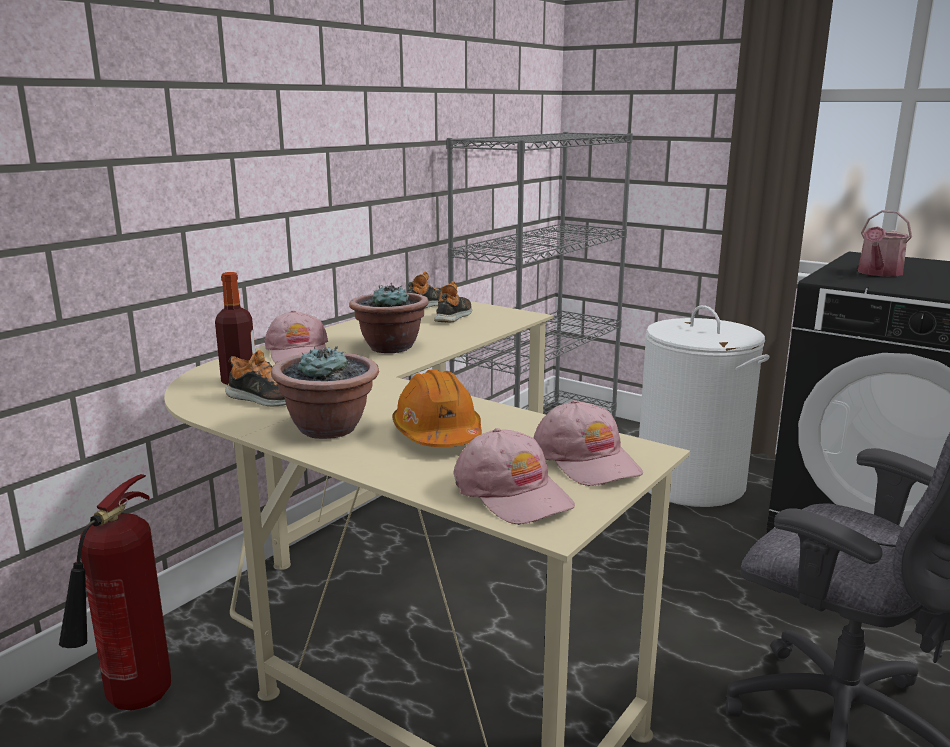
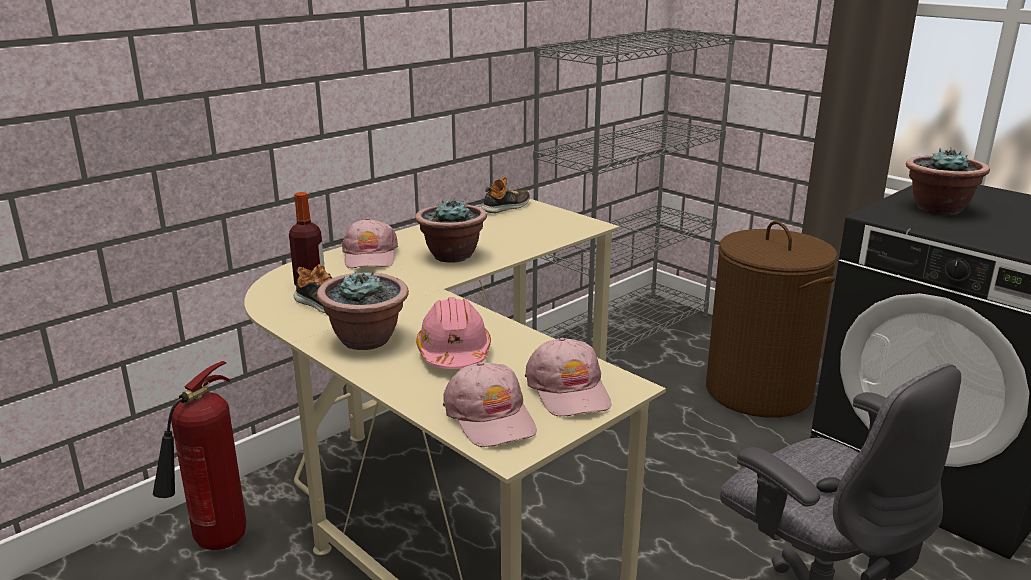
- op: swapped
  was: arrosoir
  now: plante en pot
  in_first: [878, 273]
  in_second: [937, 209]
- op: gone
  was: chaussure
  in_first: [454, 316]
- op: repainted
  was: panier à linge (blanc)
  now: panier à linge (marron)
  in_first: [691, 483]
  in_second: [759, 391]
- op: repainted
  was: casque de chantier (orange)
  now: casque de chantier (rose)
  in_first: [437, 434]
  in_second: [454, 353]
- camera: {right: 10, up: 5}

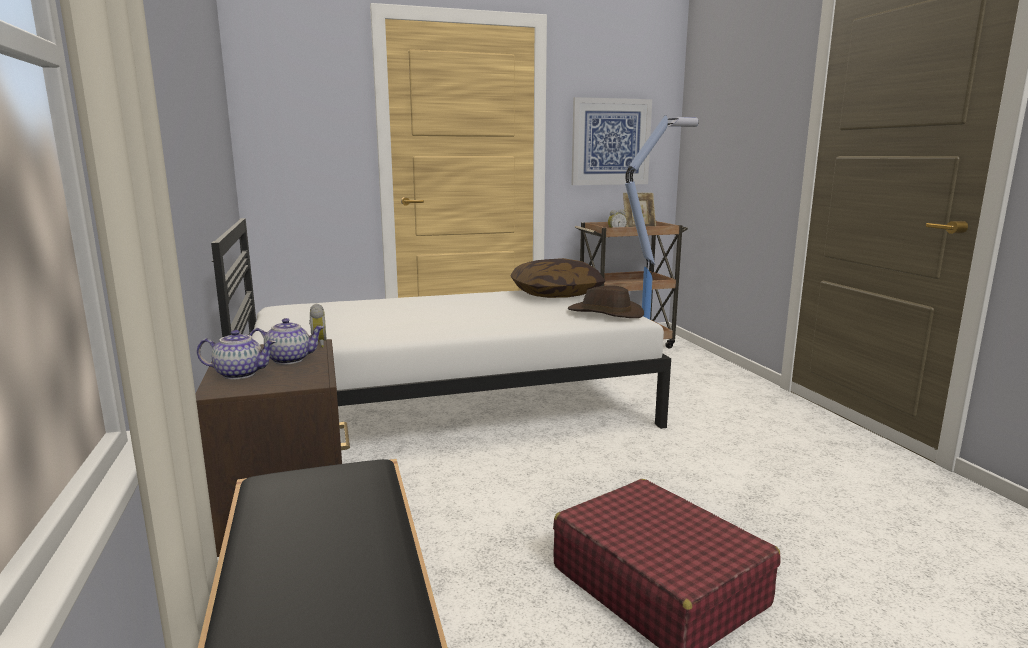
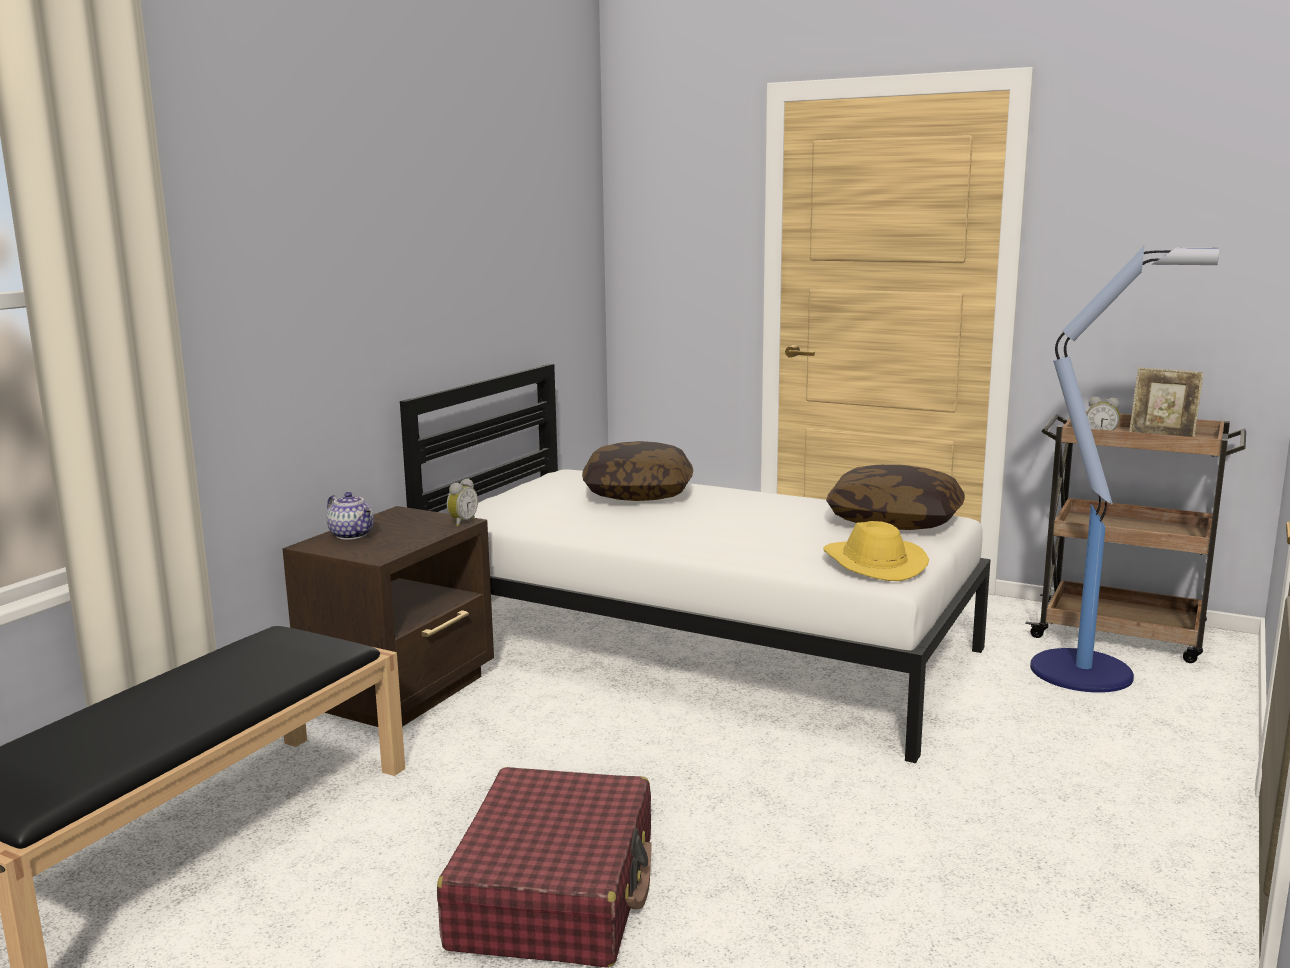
- op: gone
  was: tableau
  in_first: [610, 142]
- op: repainted
  was: chapeau (marron)
  now: chapeau (jaune)
  in_first: [605, 313]
  in_second: [872, 563]
- op: gone
  was: théière
  in_first: [289, 359]
- op: new
  now: coussin
  in_second: [638, 493]
- camera: {right: 45, up: 0}

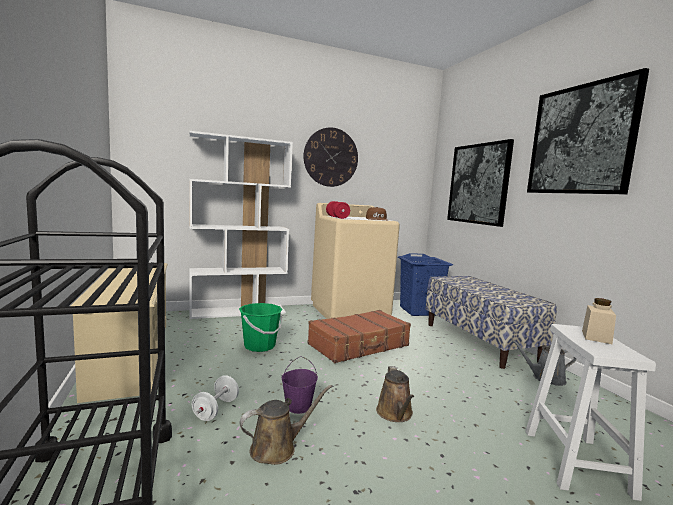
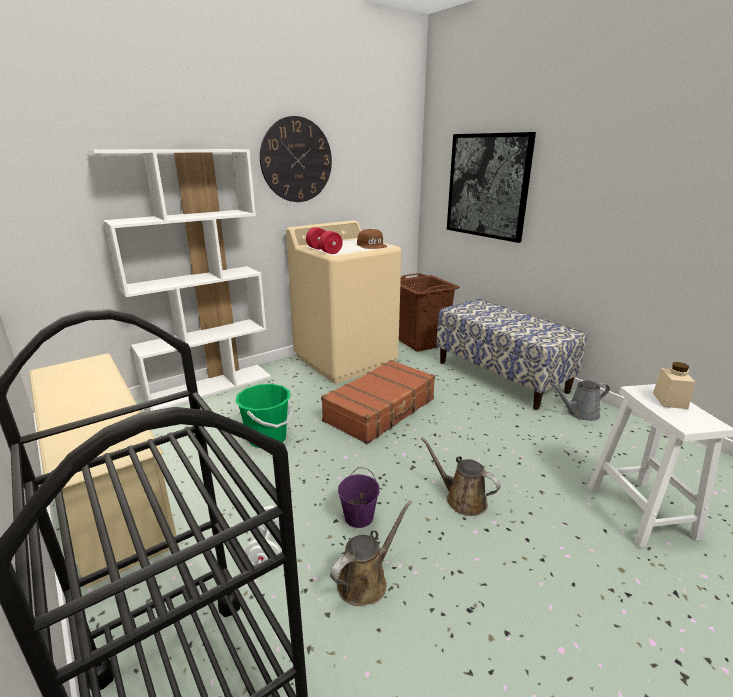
- op: gone
  was: tableau
  in_first: [580, 140]
- op: repainted
  was: panier à linge (bleu)
  now: panier à linge (marron)
  in_first: [419, 311]
  in_second: [421, 343]
- op: rotated
  was: arrosoir (marron)
  in_first: [395, 414]
  in_second: [462, 499]
  clockwise: 150
- camera: {right: -15, up: 15}

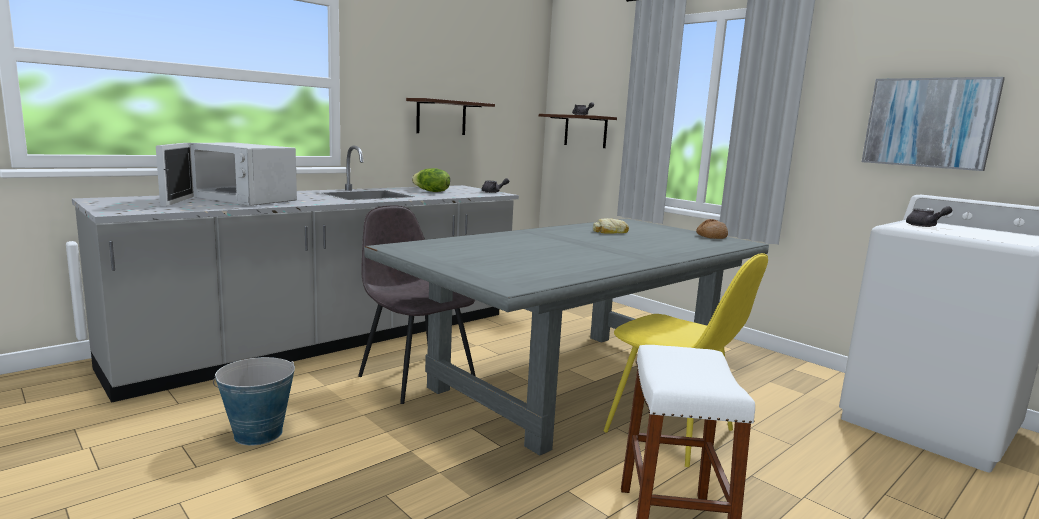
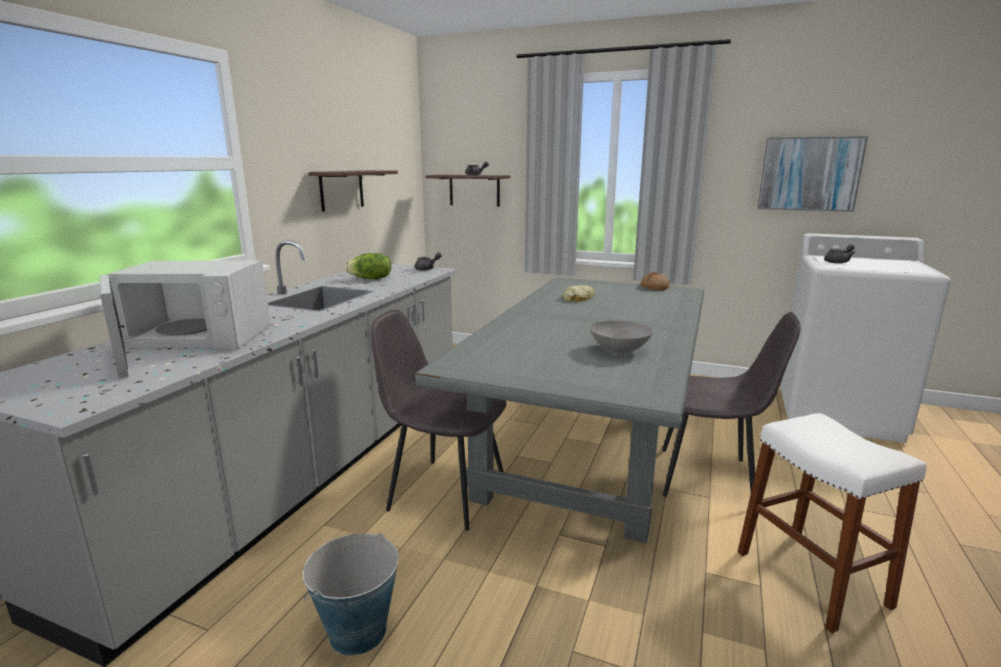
- op: repainted
  was: chaise (jaune)
  now: chaise (gris)
  in_first: [672, 432]
  in_second: [708, 478]
- op: new
  now: bol (gris)
  in_second: [619, 350]
- camera: {right: -25, up: 5}

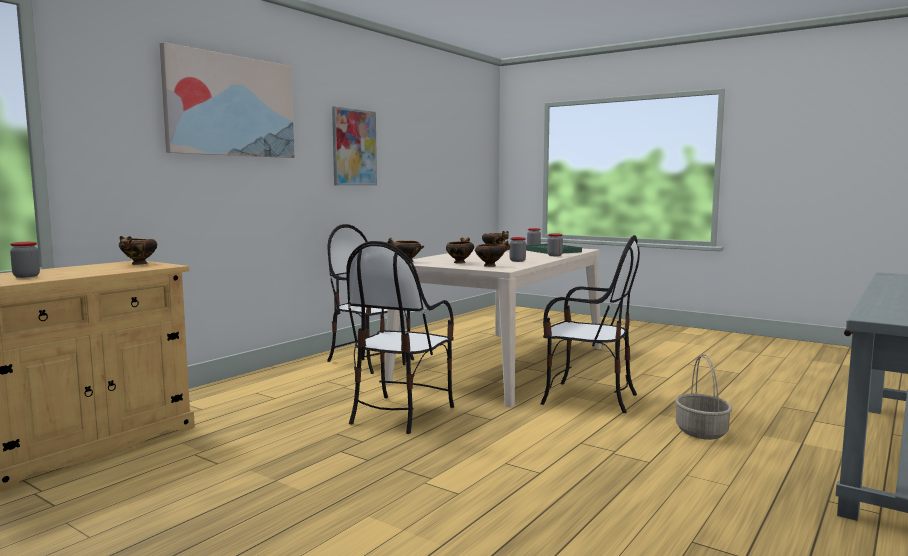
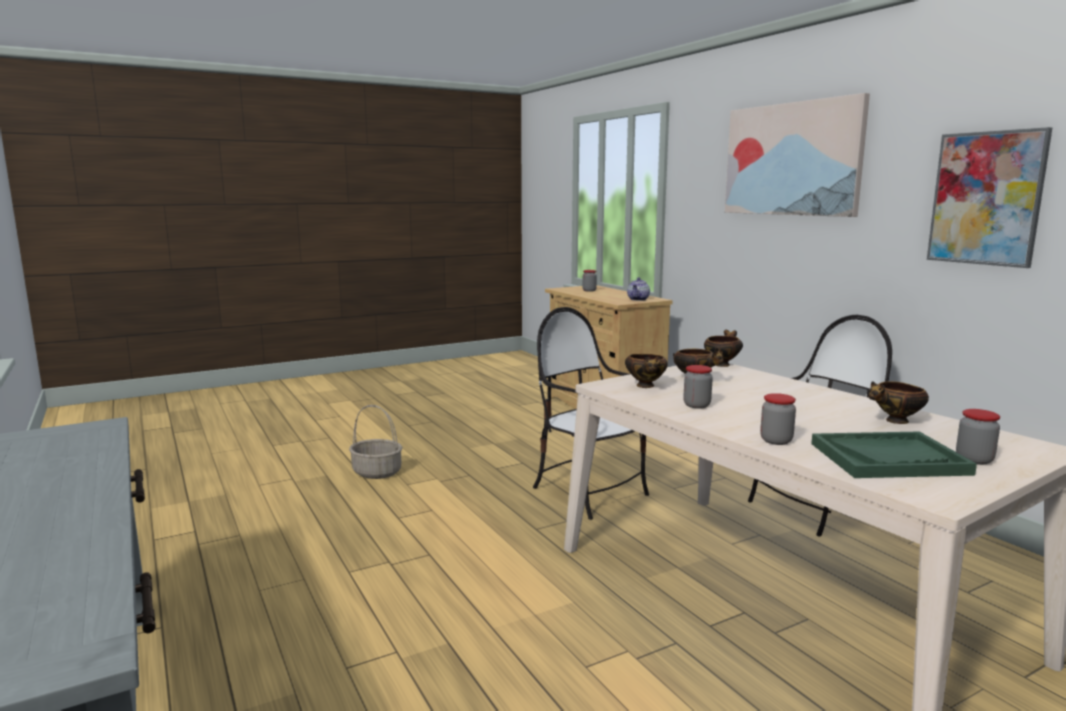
- op: gone
  was: chaise
  in_first: [588, 398]
- op: swapped
  was: bol
  now: théière
  in_first: [139, 264]
  in_second: [638, 299]
- op: shifted
  was: panier
  in_first: [702, 432]
  in_second: [376, 472]
- camera: {right: 115, up: 5}

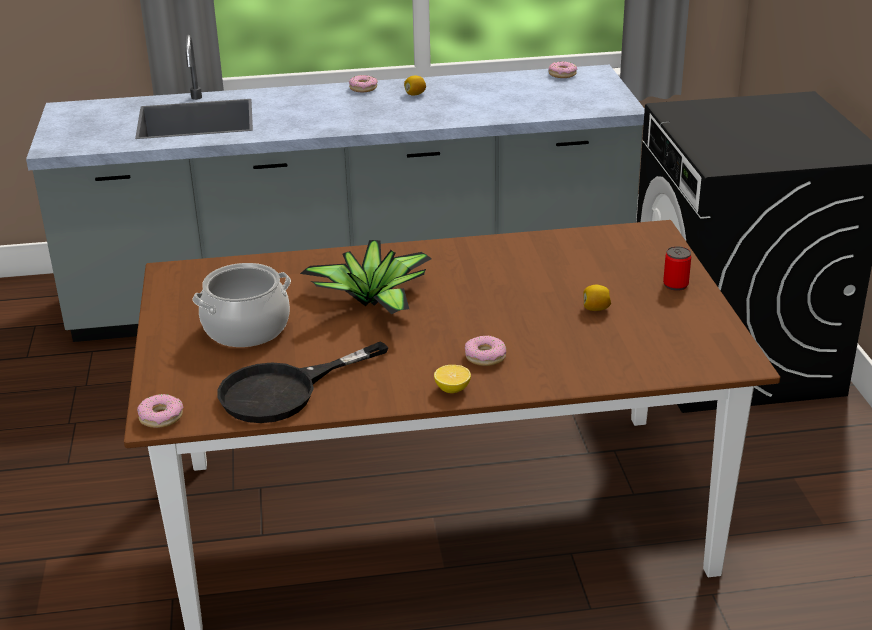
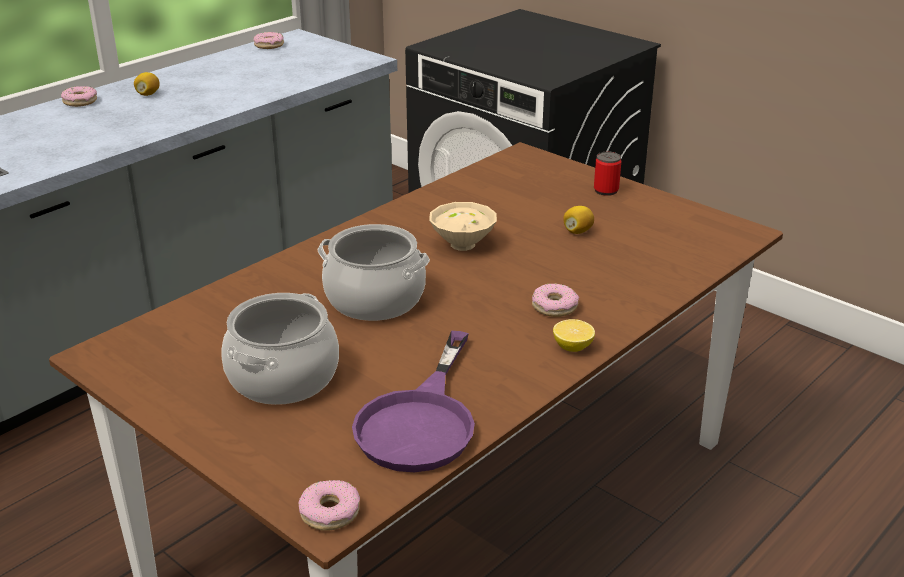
- op: swapped
  was: plante en pot
  now: marmite
  in_first: [373, 301]
  in_second: [375, 299]
- op: repainted
  was: poêle (noir)
  now: poêle (violet)
  in_first: [284, 391]
  in_second: [421, 421]
- op: new
  now: bol (beige)
  in_second: [463, 245]
- camera: {right: -40, up: 0}

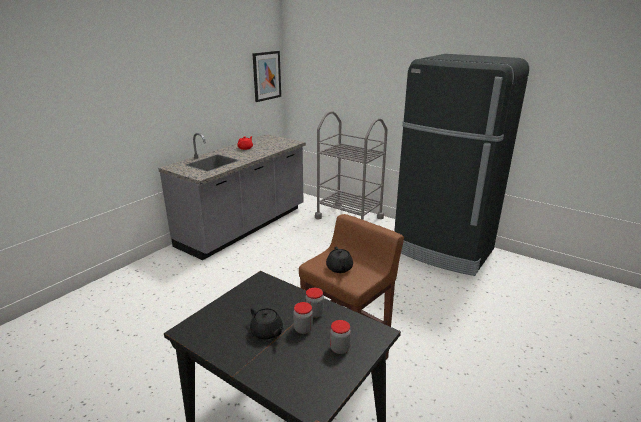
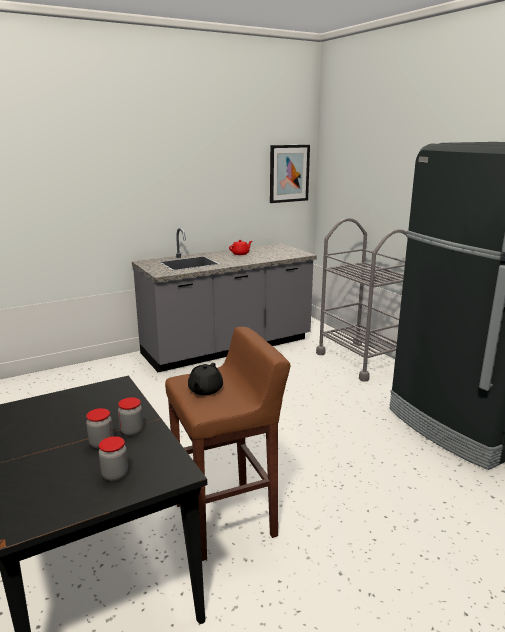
- op: gone
  was: théière (noir)
  in_first: [267, 332]
- camera: {right: 25, up: -5}

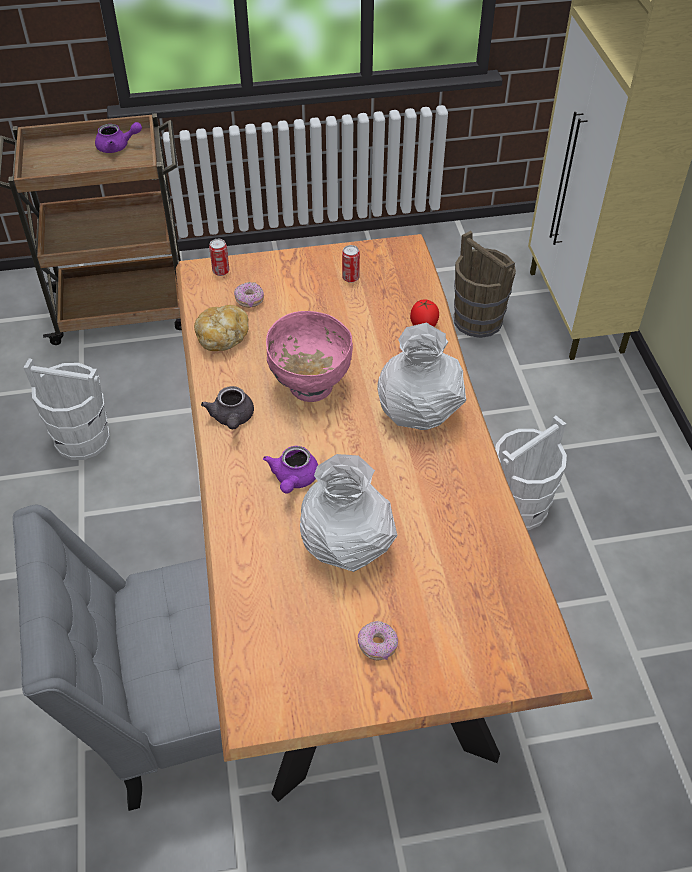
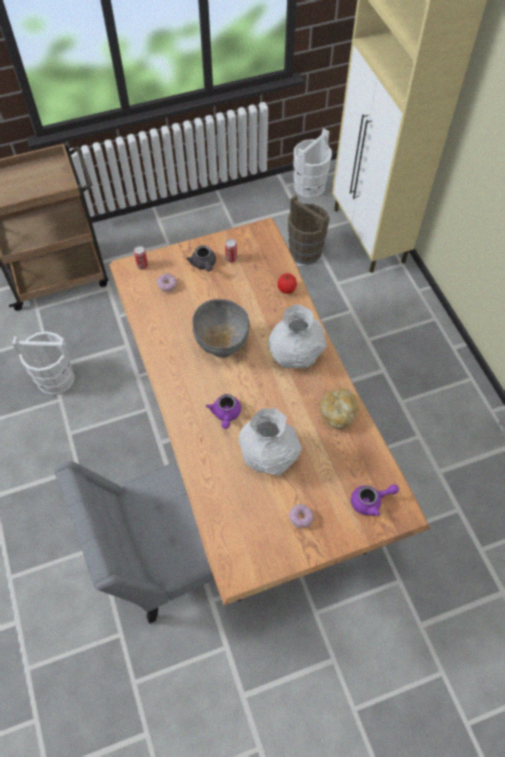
- op: shifted
  was: théière (violet)
  in_first: [117, 147]
  in_second: [370, 501]
- op: shifted
  was: pain
  in_first: [223, 338]
  in_second: [338, 413]
- op: repainted
  was: bol (rose)
  now: bol (gris)
  in_first: [310, 387]
  in_second: [222, 346]
- op: shifted
  was: théière (gris)
  in_first: [232, 419]
  in_second: [204, 265]
- op: shifted
  was: seau (blanc)
  in_first: [519, 506]
  in_second: [309, 186]
- camera: {right: -10, up: 10}

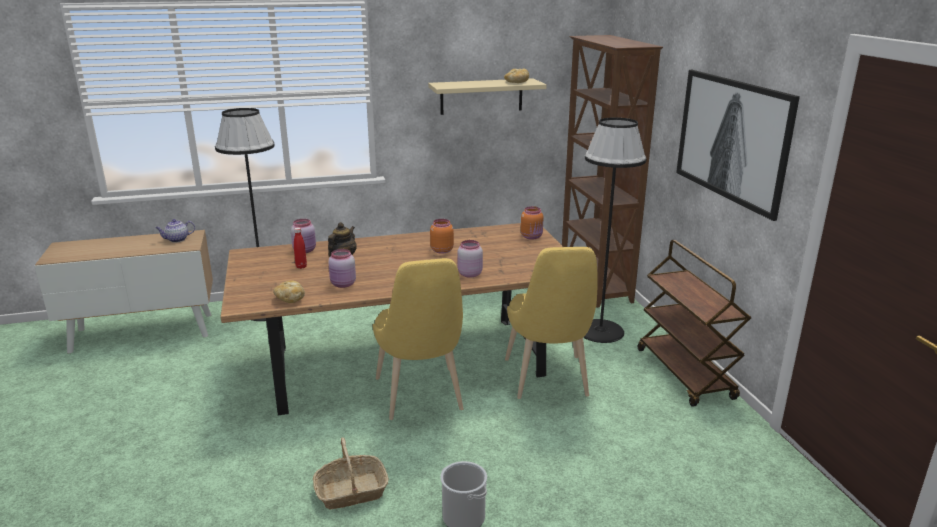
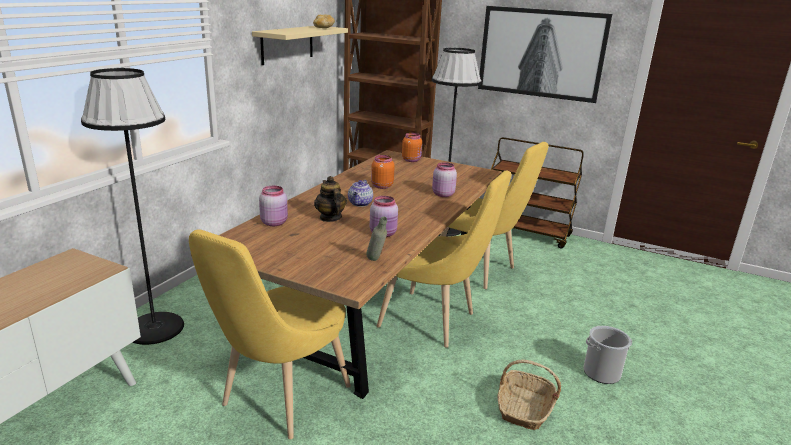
- op: shifted
  was: théière
  in_first: [177, 240]
  in_second: [360, 204]
- op: gone
  was: bouteille (rouge)
  in_first: [301, 267]
- op: swapped
  was: pain
  now: bouteille (gris)
  in_first: [290, 299]
  in_second: [376, 261]
- op: new
  now: chaise (jaune)
  in_second: [280, 400]
- camera: {right: -50, up: 0}

